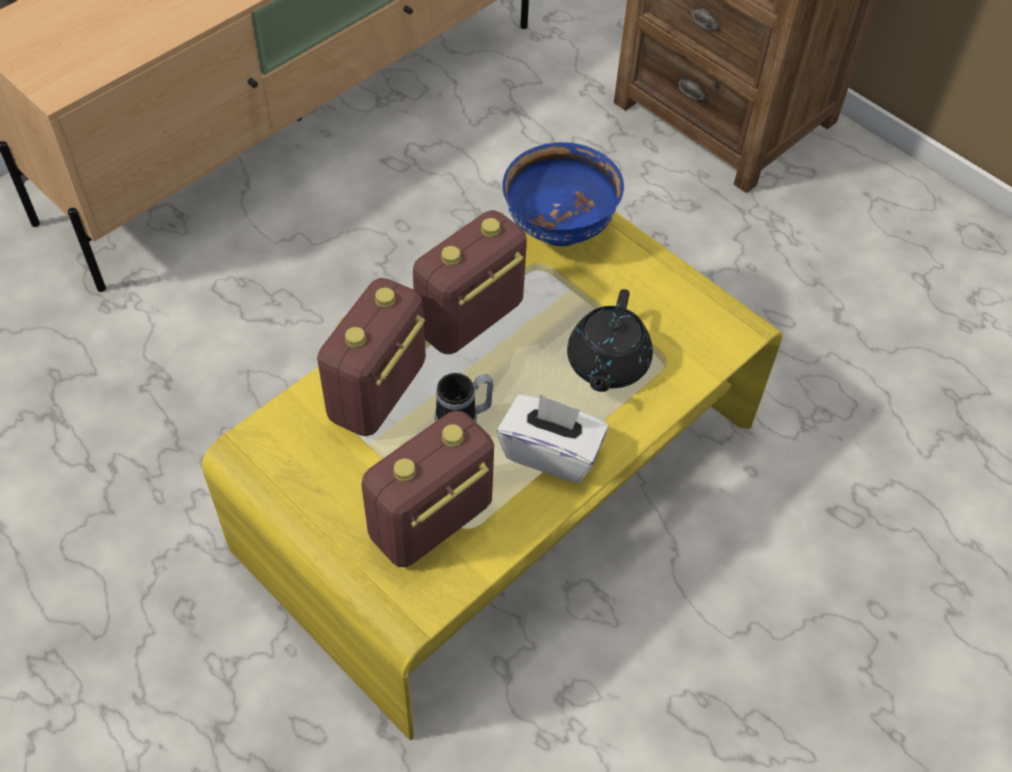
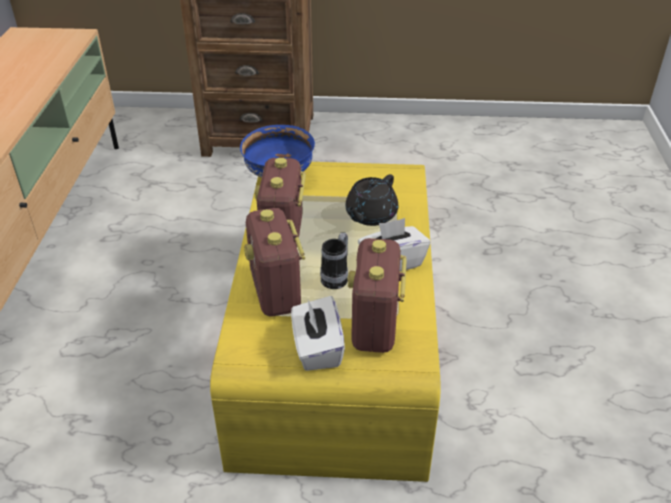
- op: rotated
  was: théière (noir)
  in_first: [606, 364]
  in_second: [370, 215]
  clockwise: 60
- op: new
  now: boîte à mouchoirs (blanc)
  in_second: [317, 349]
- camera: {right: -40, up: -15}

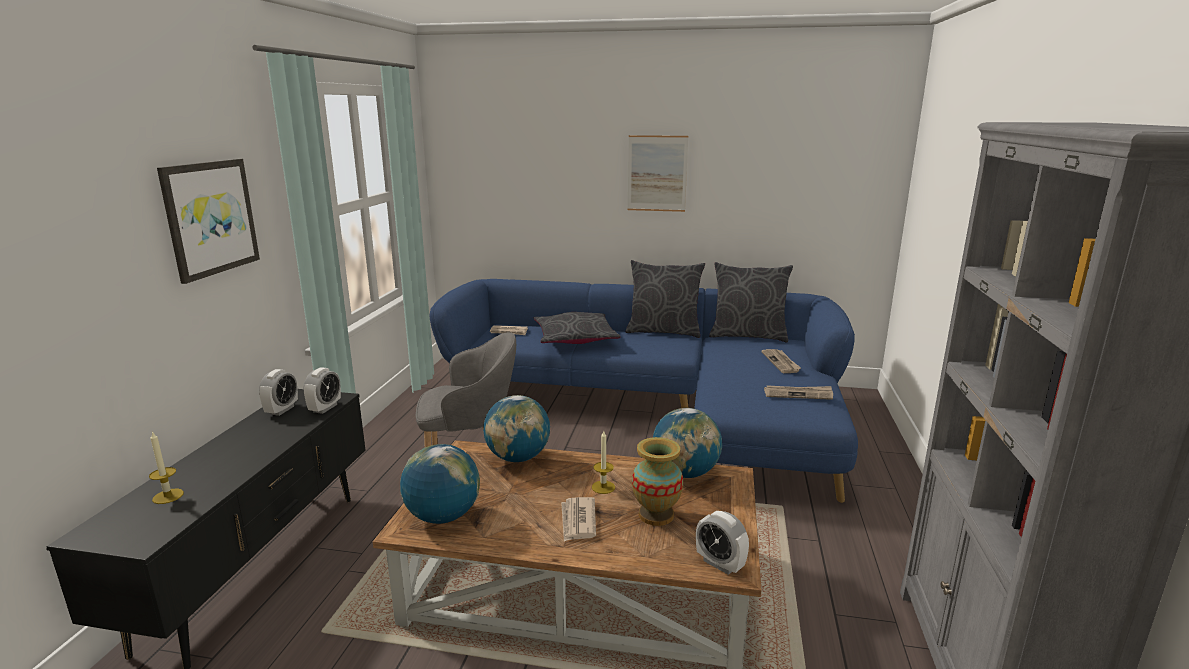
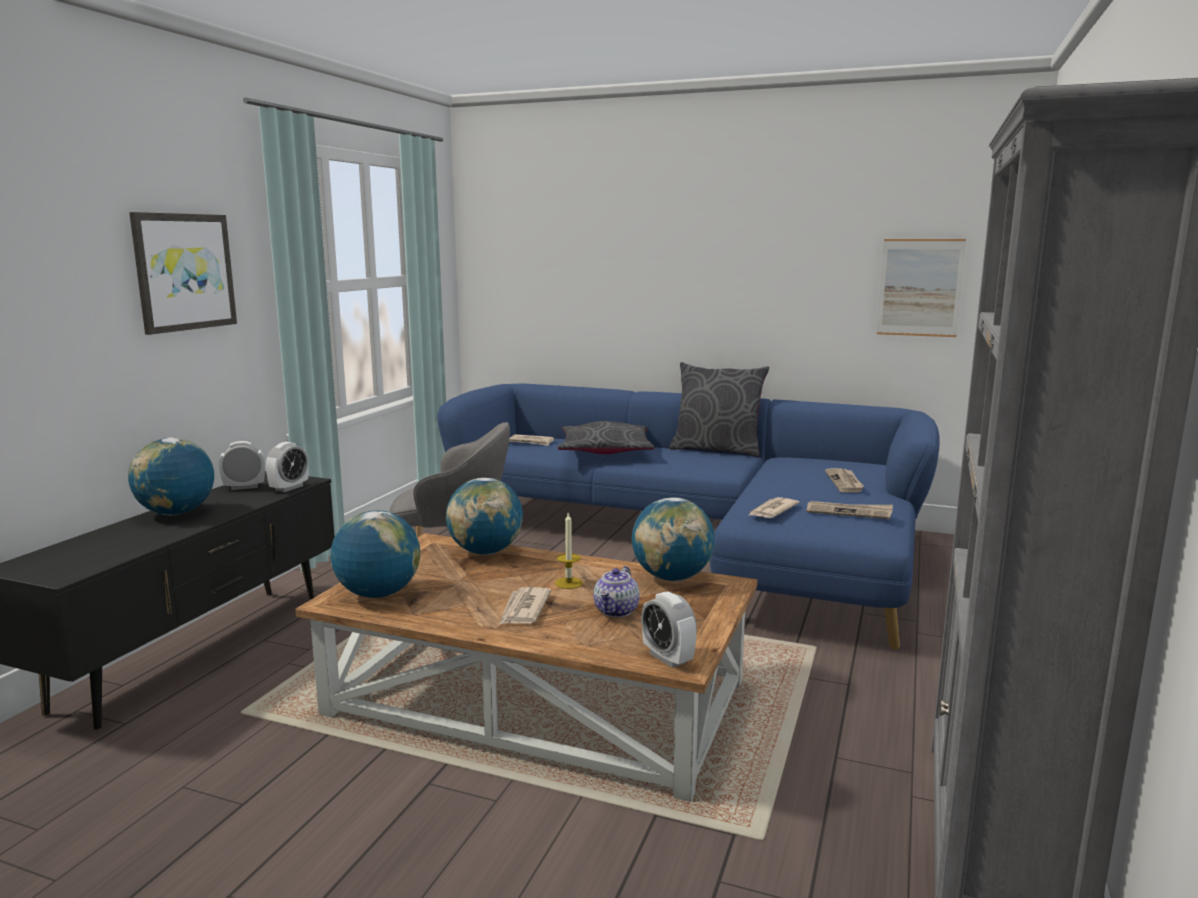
- op: shifted
  was: tableau
  in_first: [657, 173]
  in_second: [920, 287]
- op: gone
  was: coussin (gris)
  in_first: [748, 335]
- op: rotated
  was: réveil
  in_first: [282, 410]
  in_second: [244, 487]
  clockwise: -135
- op: gone
  was: bougie
  in_first: [168, 496]
- op: swapped
  was: vase
  now: théière
  in_first: [656, 515]
  in_second: [616, 611]
- op: new
  now: globe
  in_second: [176, 513]
- op: new
  now: journal
  in_second: [772, 511]
- camera: {right: 10, up: -5}

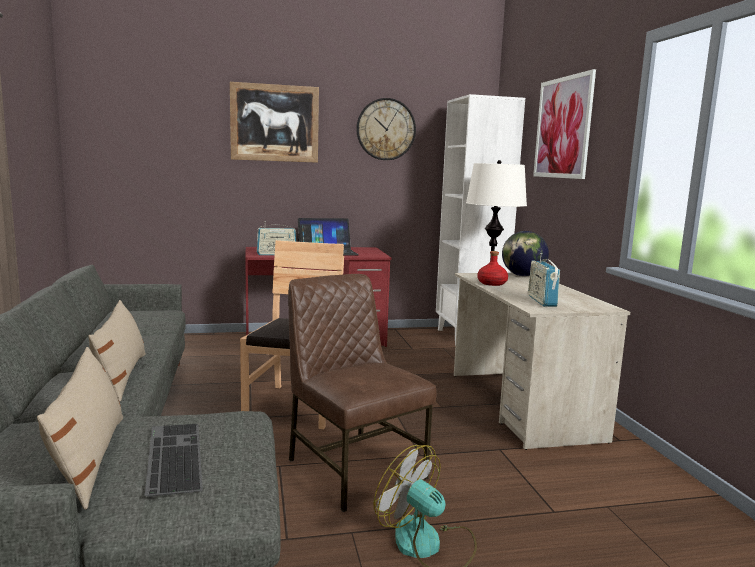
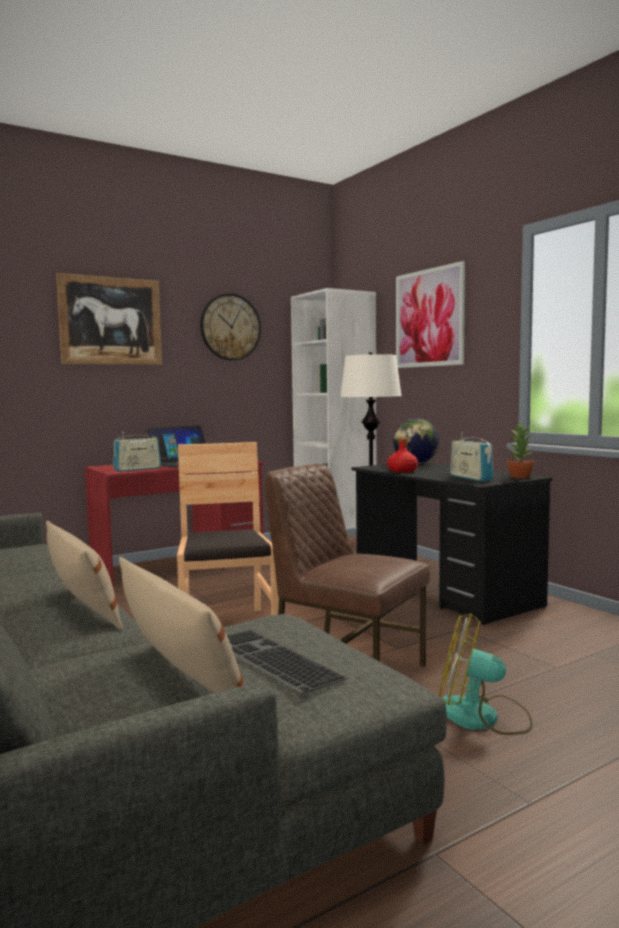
- op: repainted
  was: bureau (beige)
  now: bureau (noir)
  in_first: [522, 405]
  in_second: [444, 591]
- op: new
  now: plante en pot
  in_second: [520, 477]
- camera: {right: -20, up: -5}

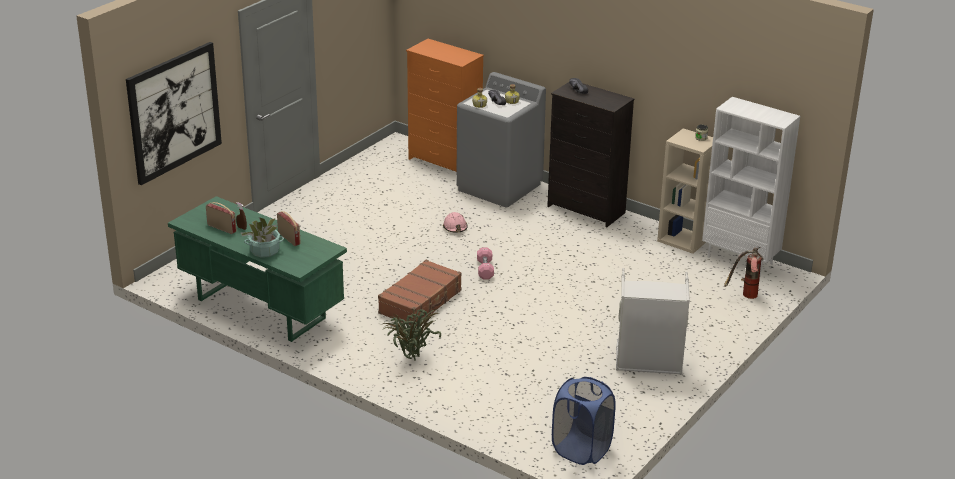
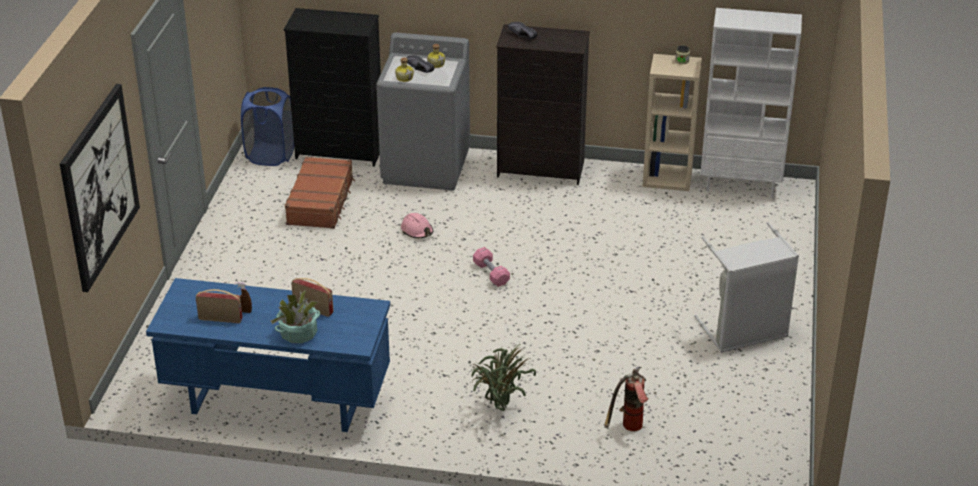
- op: repainted
  was: commode (orange)
  now: commode (noir)
  in_first: [445, 162]
  in_second: [340, 152]
- op: repainted
  was: bureau (vert)
  now: bureau (bleu)
  in_first: [260, 309]
  in_second: [276, 402]
- op: shifted
  was: extincteur
  in_first: [745, 296]
  in_second: [628, 429]
- op: shifted
  was: valise (marron)
  in_first: [421, 302]
  in_second: [321, 202]
- op: shifted
  was: panier à linge (bleu)
  in_first: [581, 450]
  in_second: [270, 155]
- camera: {right: -25, up: 5}

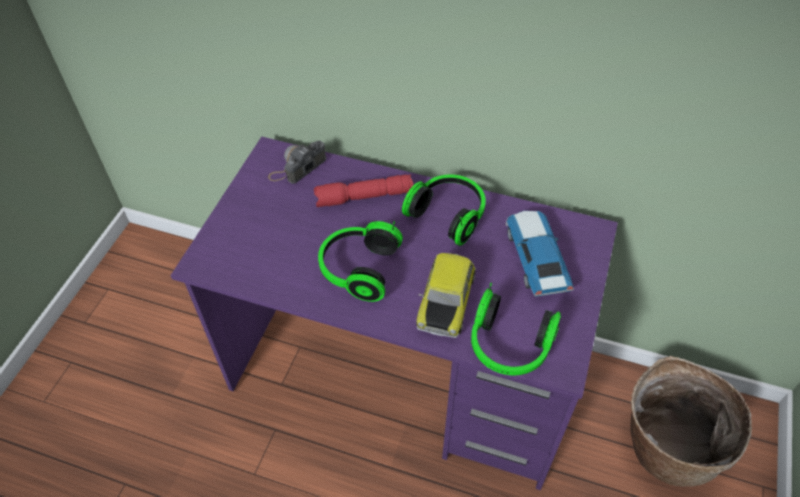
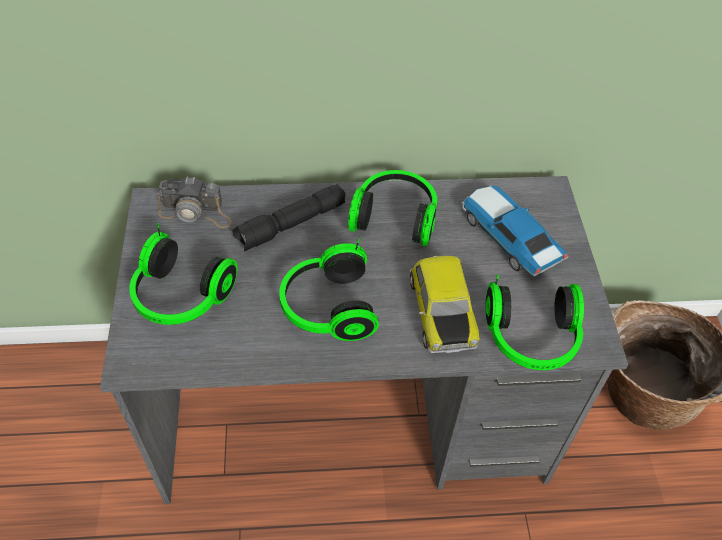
- op: repainted
  was: bureau (violet)
  now: bureau (gris)
  in_first: [402, 374]
  in_second: [354, 414]
- op: rotated
  was: appareil photo
  in_first: [297, 167]
  in_second: [196, 212]
  clockwise: -105
- op: repainted
  was: lampe de poche (rouge)
  now: lampe de poche (noir)
  in_first: [363, 198]
  in_second: [291, 225]
- op: new
  now: casque audio
  in_second: [180, 297]
- camera: {right: -25, up: 0}

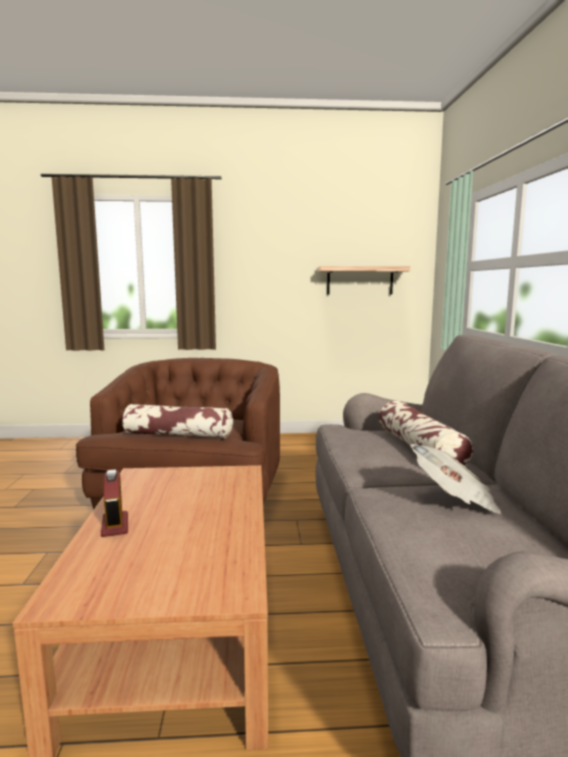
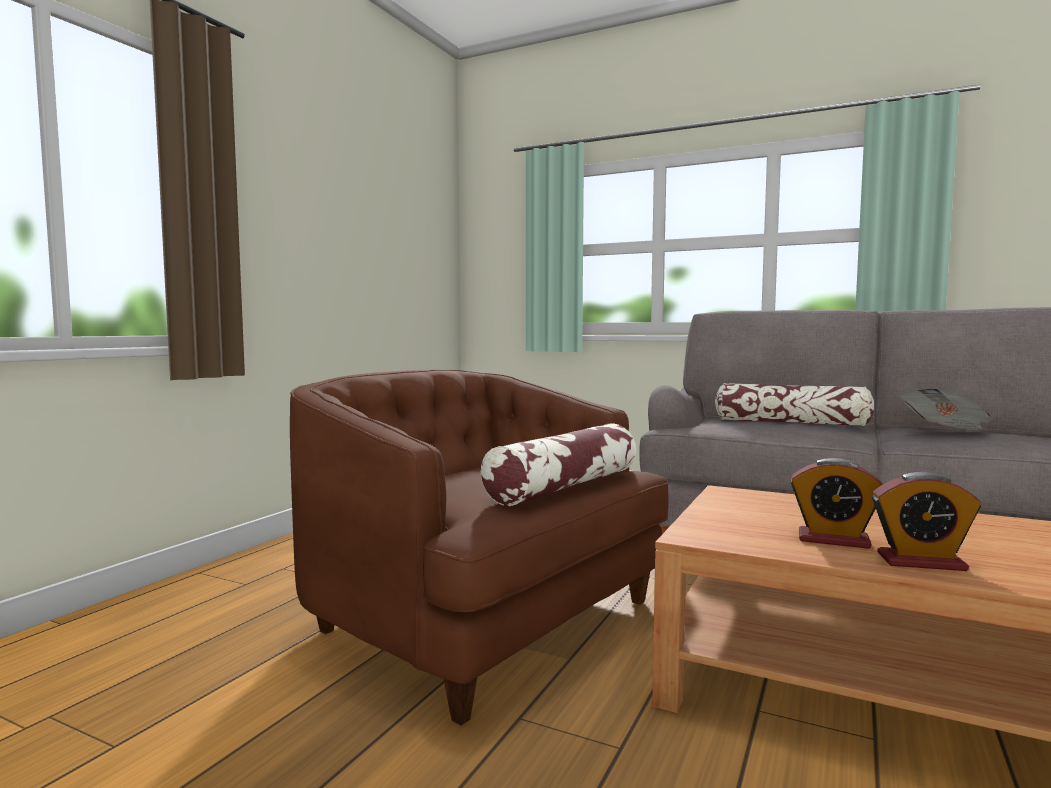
- op: gone
  was: étagère
  in_first: [360, 280]
- op: new
  now: réveil
  in_second: [833, 540]
- camera: {right: -60, up: -5}

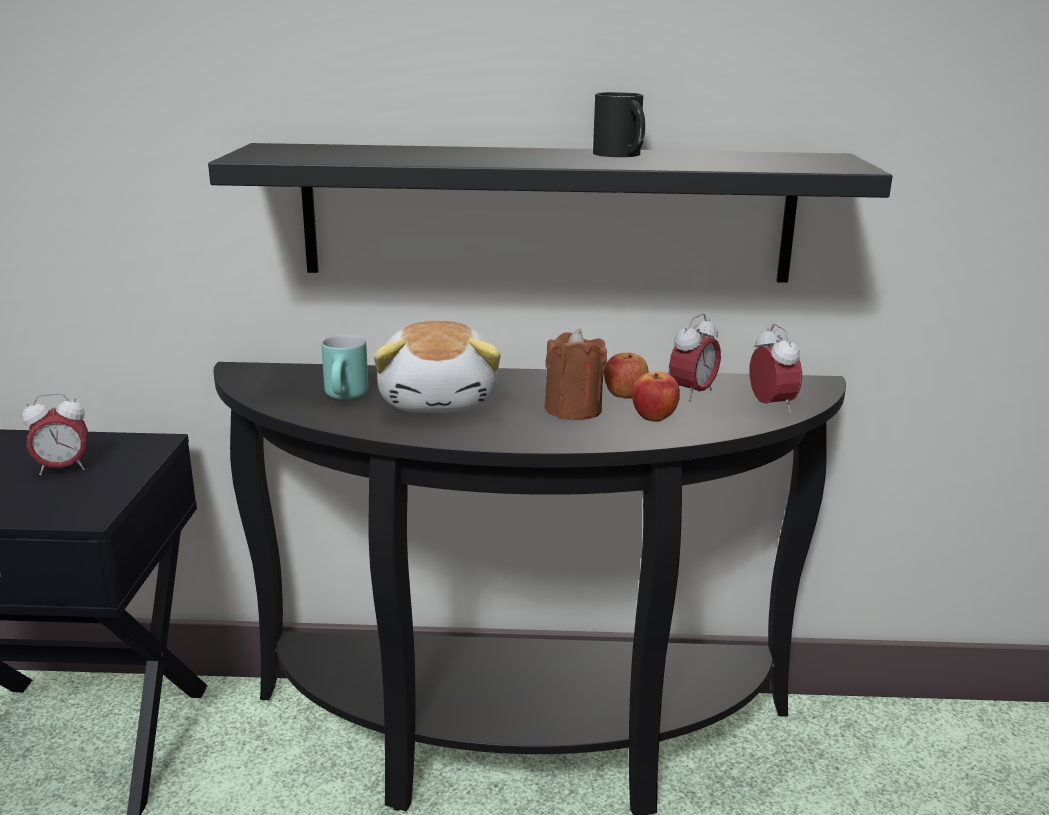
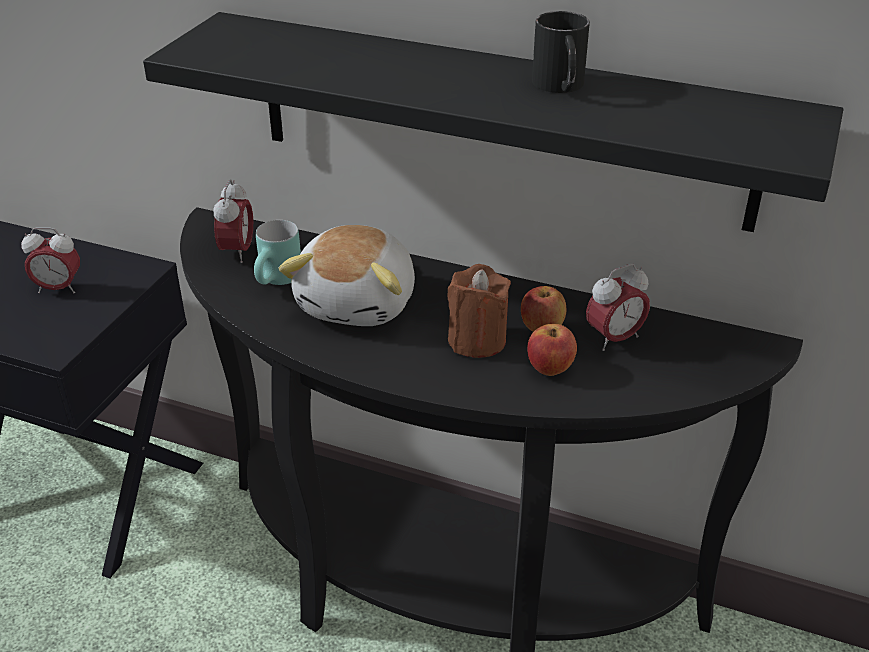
- op: shifted
  was: réveil
  in_first: [771, 407]
  in_second: [237, 252]
- camera: {right: 20, up: 15}

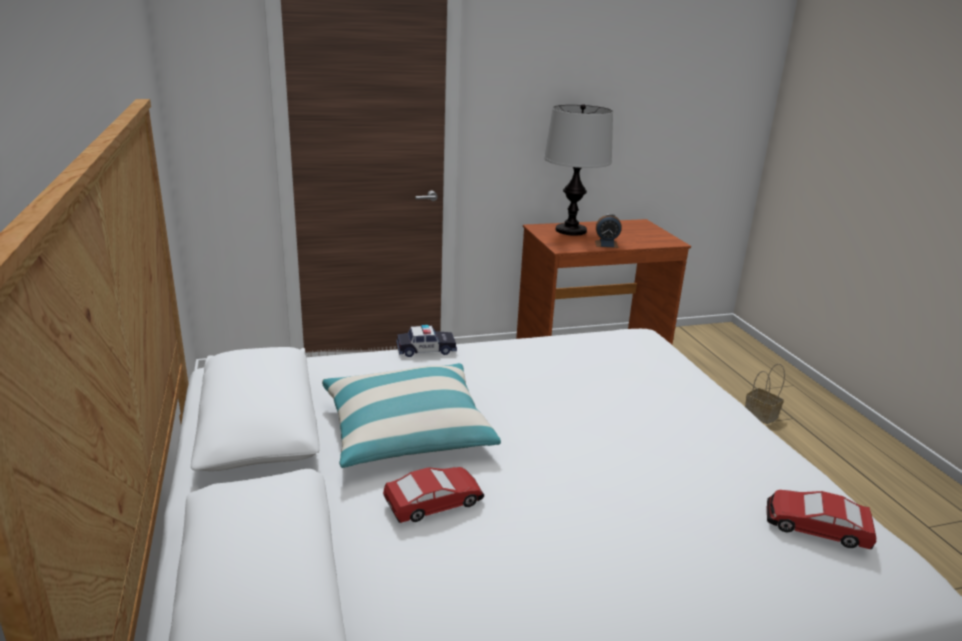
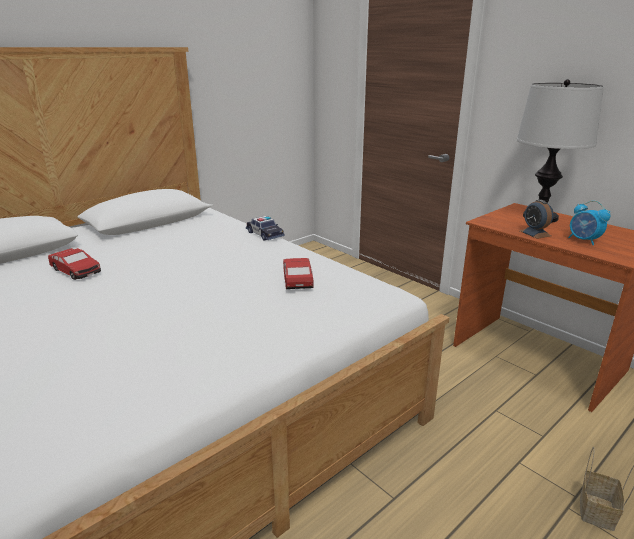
- op: gone
  was: coussin
  in_first: [407, 431]
- op: shifted
  was: petite voiture
  in_first: [816, 527]
  in_second: [297, 279]
- op: new
  now: réveil
  in_second: [583, 240]
- camera: {right: 65, up: 0}

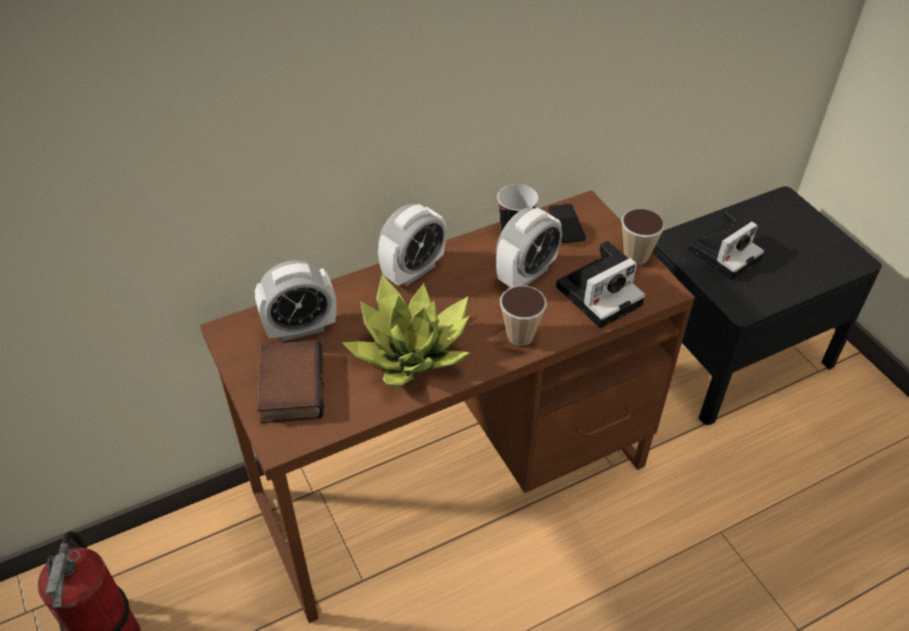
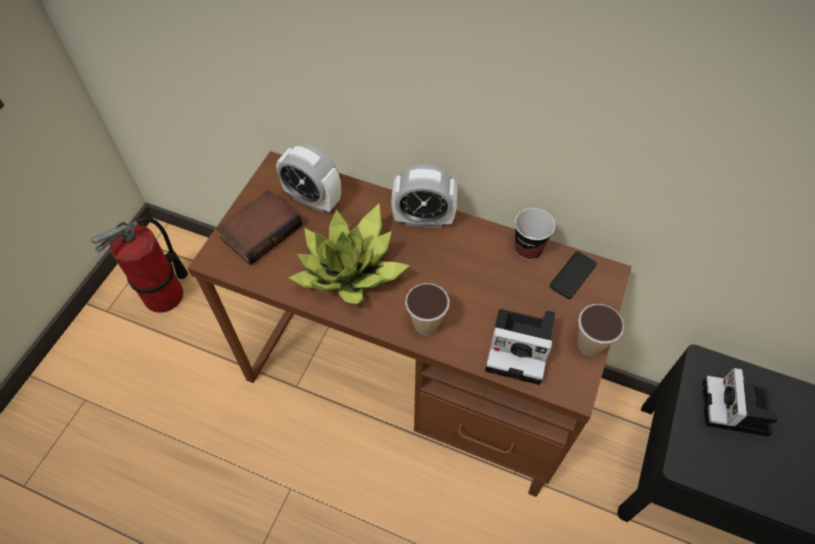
- op: gone
  was: réveil
  in_first: [526, 275]
- op: rotated
  was: appareil photo
  in_first: [725, 253]
  in_second: [736, 411]
  clockwise: 90
- camera: {right: 50, up: 10}

